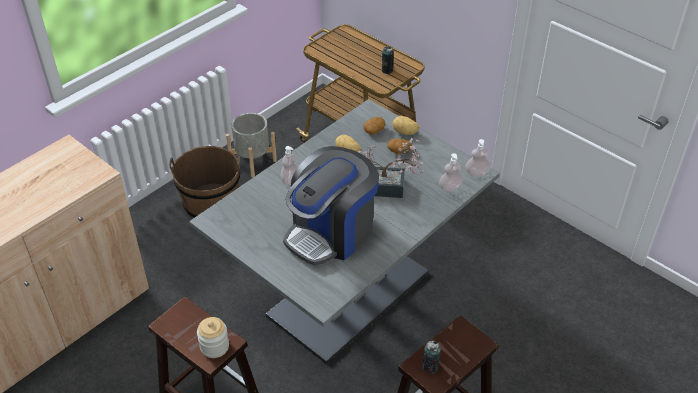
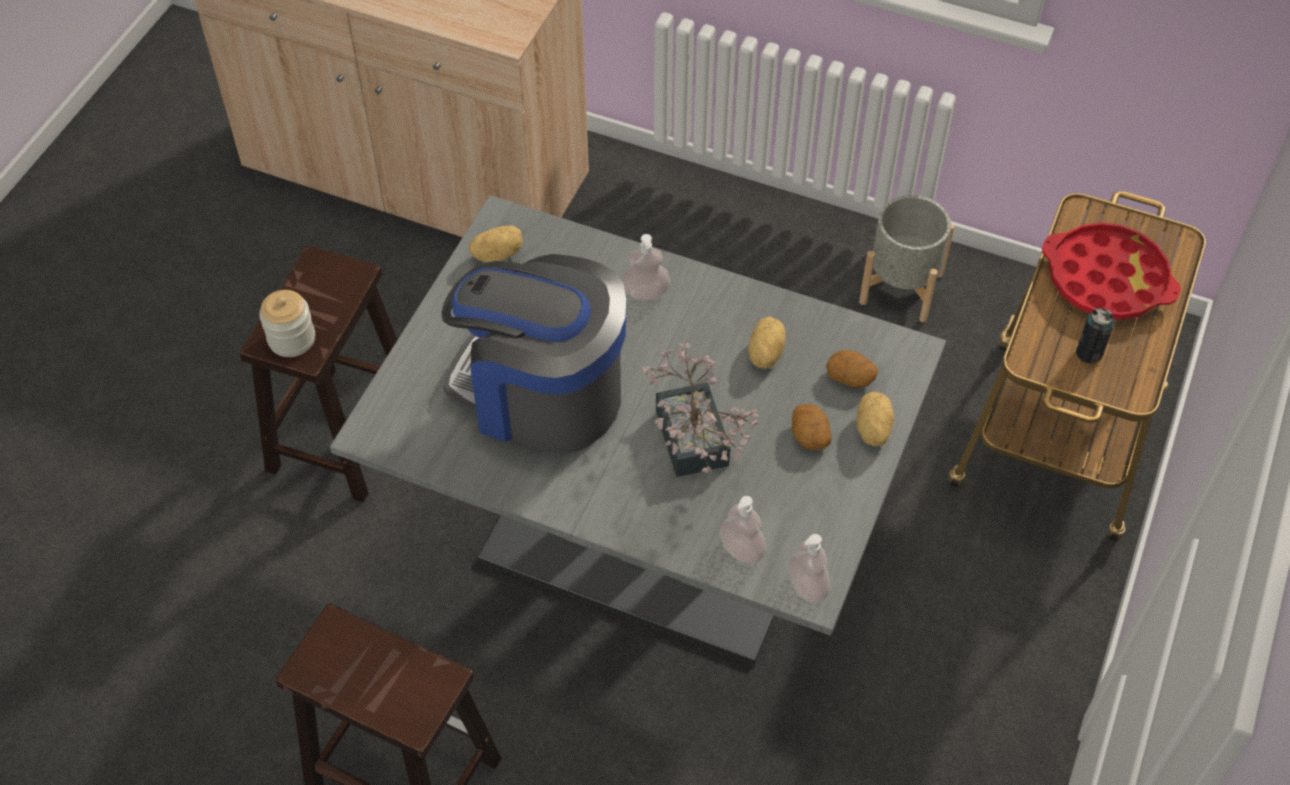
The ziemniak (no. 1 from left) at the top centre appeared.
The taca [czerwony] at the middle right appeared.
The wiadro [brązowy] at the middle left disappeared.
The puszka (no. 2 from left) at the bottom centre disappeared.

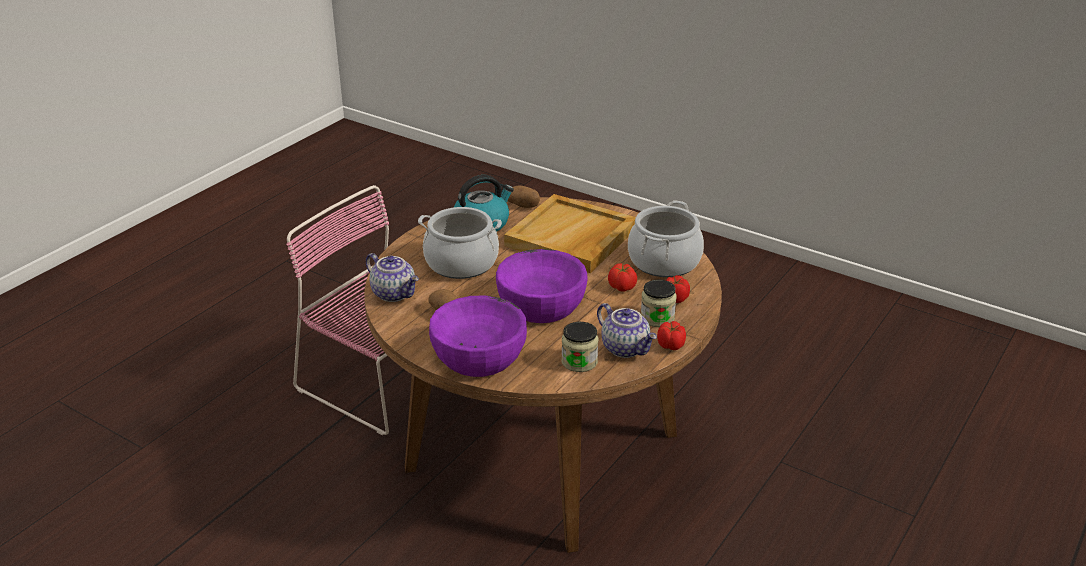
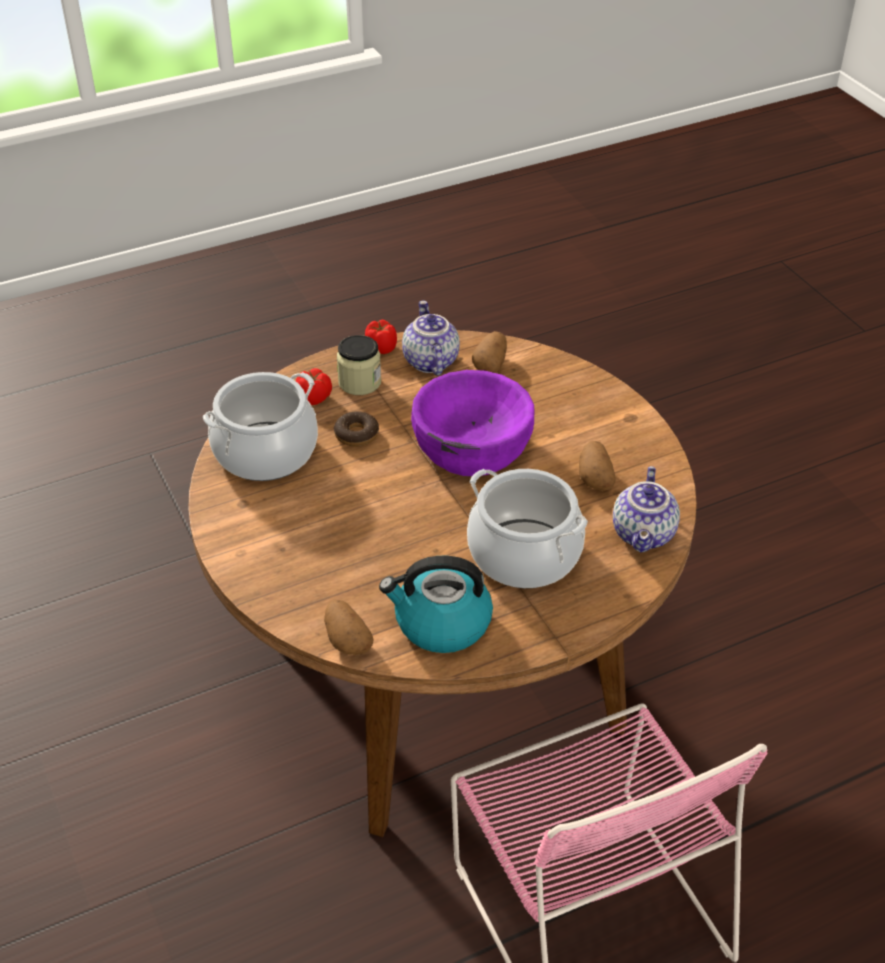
The pomidor (no. 1 from left) at the centre was replaced by the donut at the centre.
The słoik (no. 1 from left) at the centre was replaced by the ziemniak (no. 2 from left) at the centre.
The imbryk (no. 1 from left in the first image) at the centre turned 150 degrees counterclockwise.
The miska [fioletowy] (no. 1 from left) at the centre disappeared.
The taca [beżowy] at the centre disappeared.

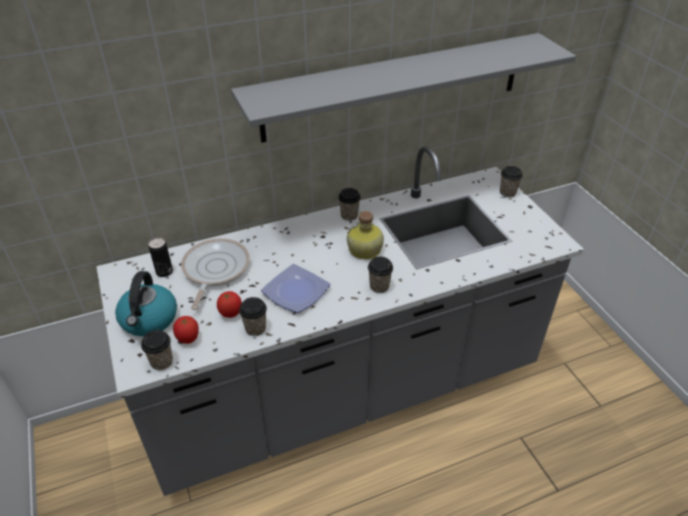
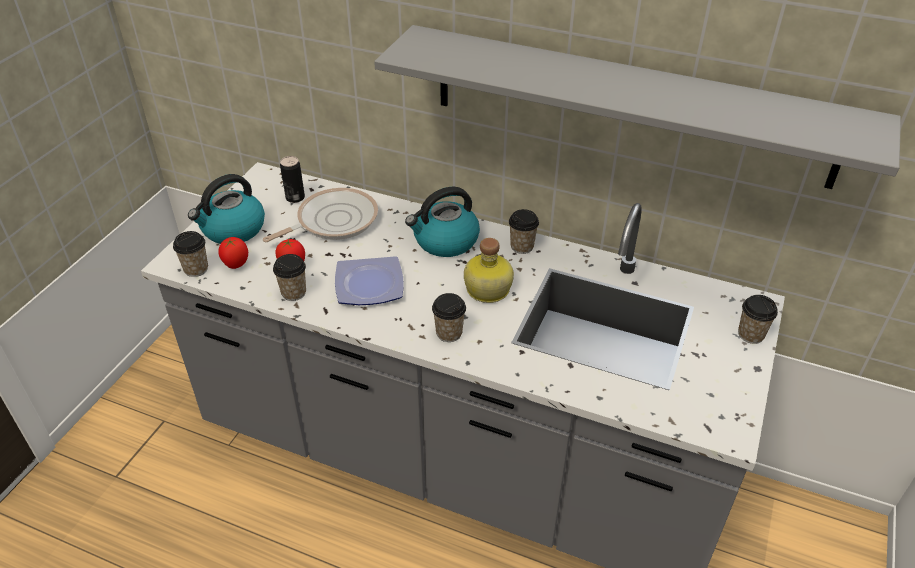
The czajnik (no. 2 from left) at the centre appeared.

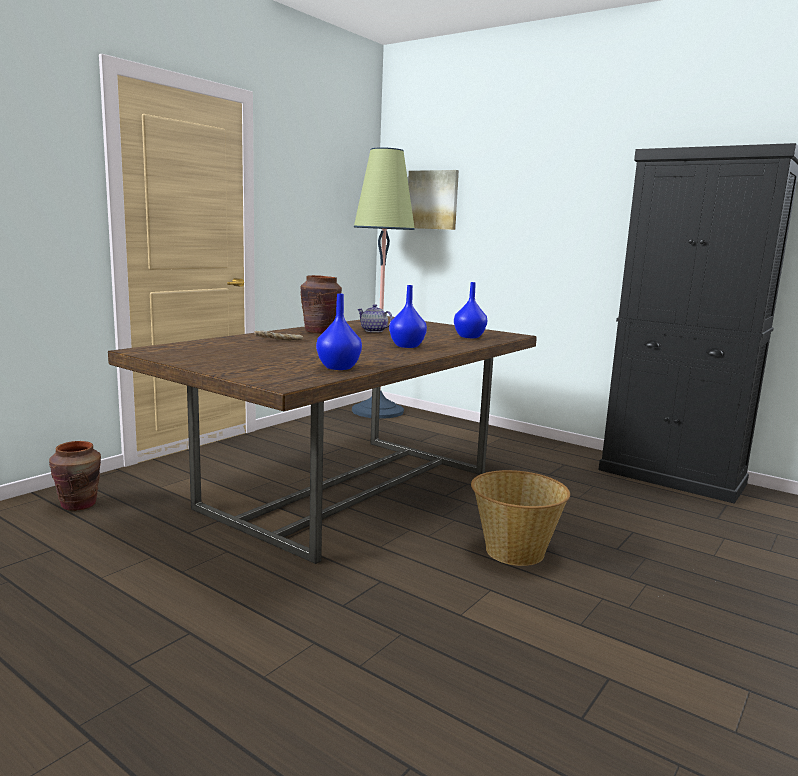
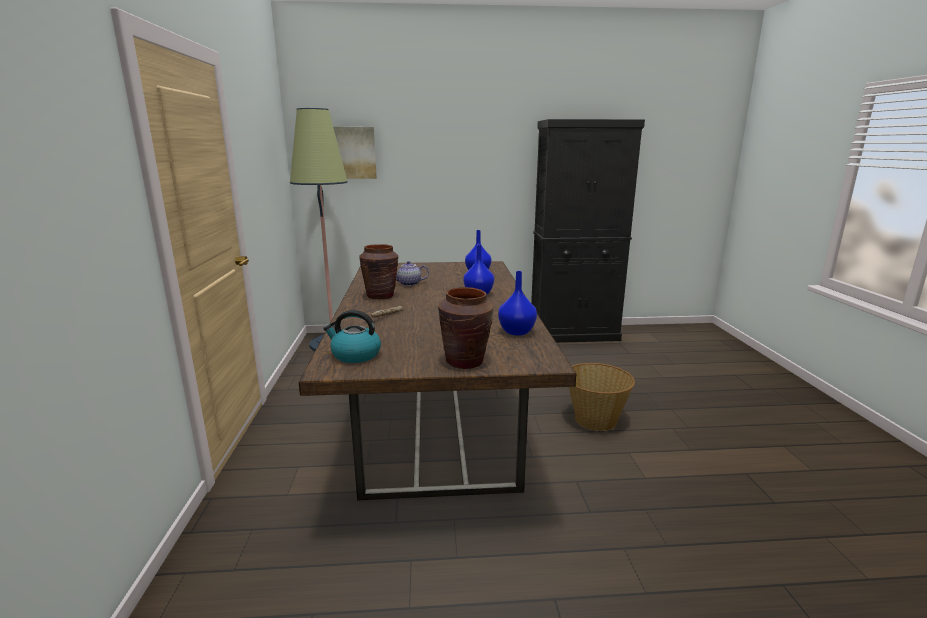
The czajnik at the centre appeared.
The wazon [brązowy] (no. 1 from left in the first image) moved from the middle left to the centre.

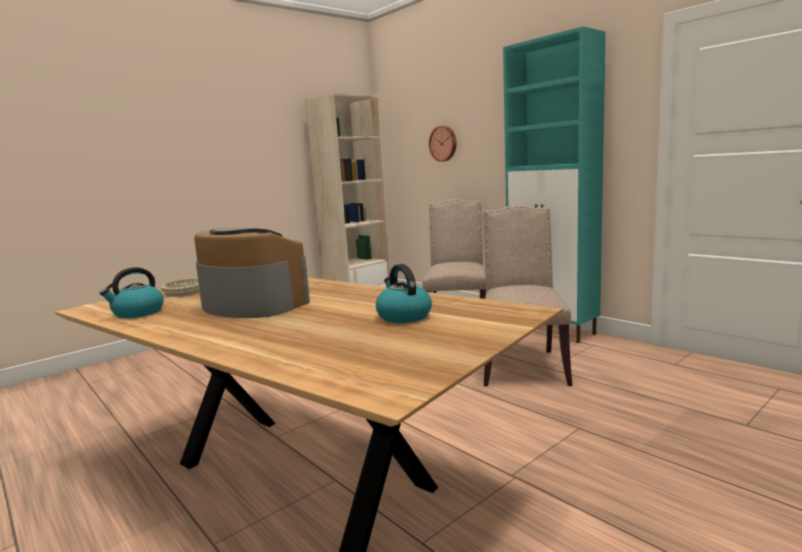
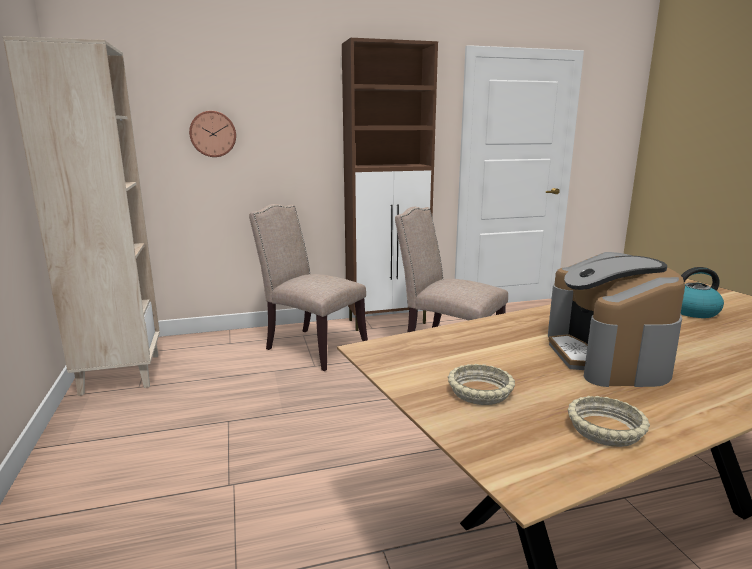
The szafka [turkusowy] at the middle right became the szafka [brązowy] at the top centre.
The ekspres do kawy at the middle left turned 60 degrees counterclockwise.
The czajnik (no. 1 from left) at the middle left was replaced by the miska [beżowy] (no. 2 from left) at the bottom right.

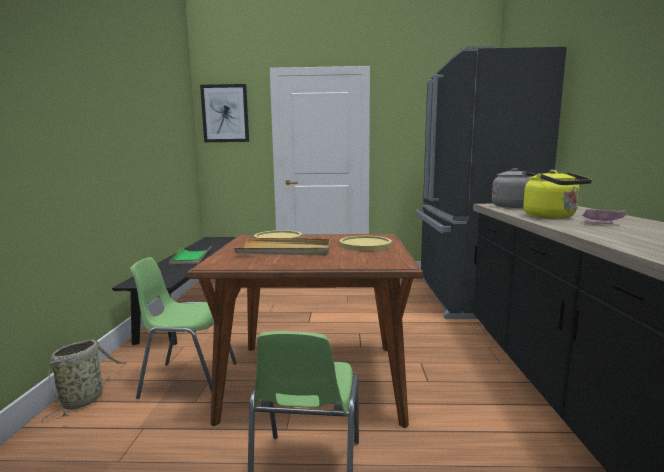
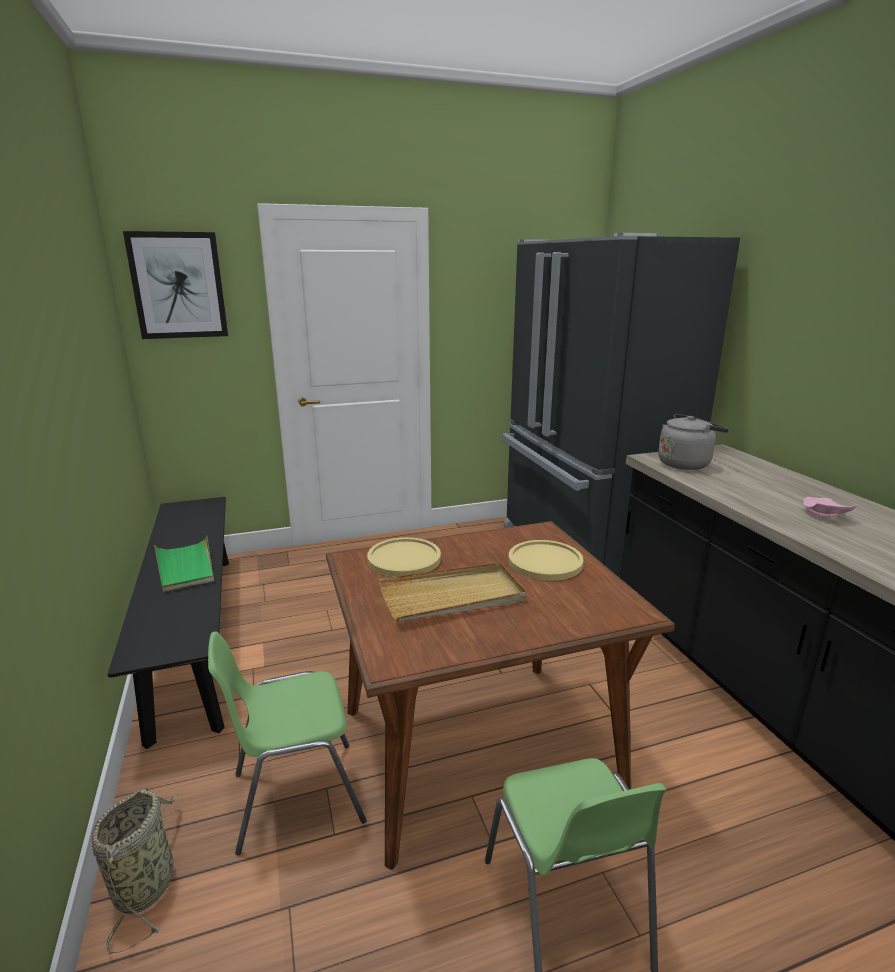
The czajnik [żółty] at the middle right disappeared.

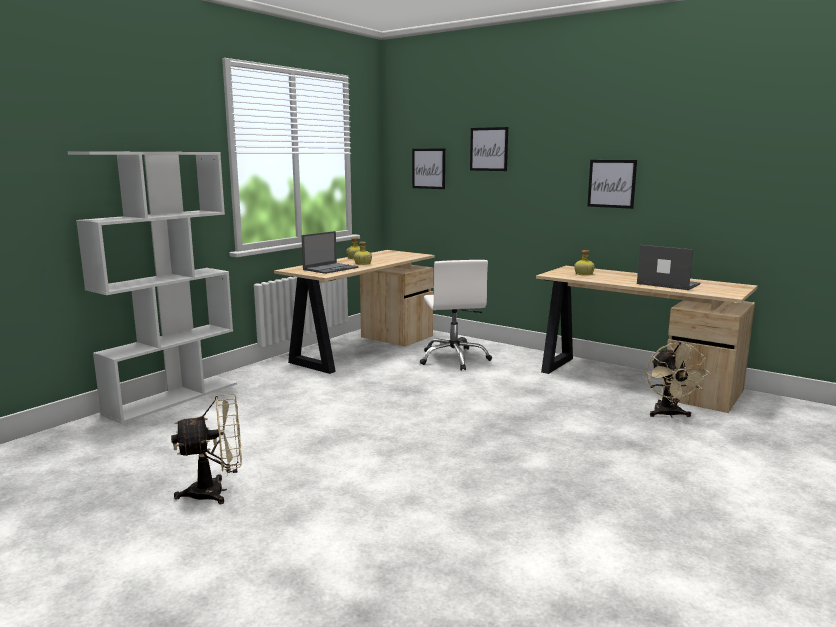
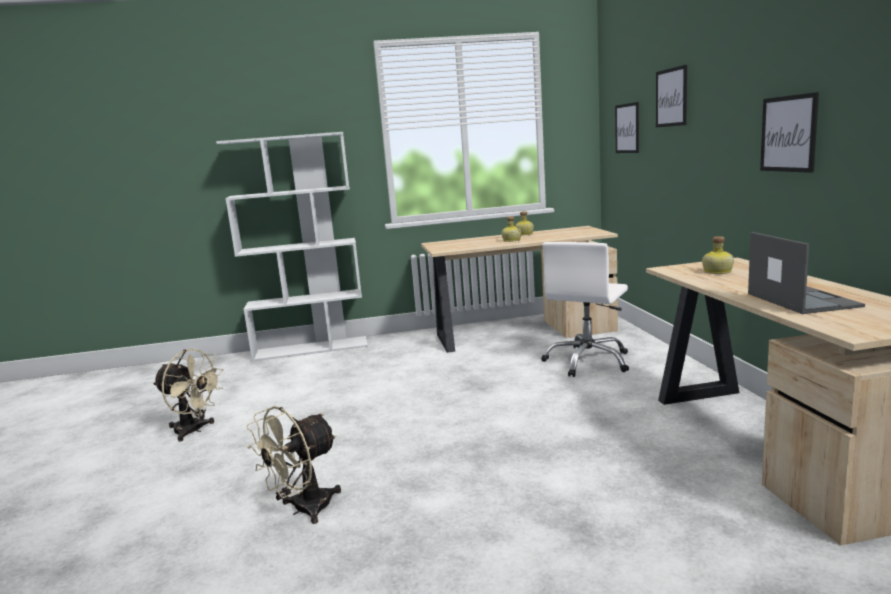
The wentylator [beżowy] (no. 2 from left) moved from the middle right to the bottom left.
The laptop (no. 1 from left) at the centre disappeared.

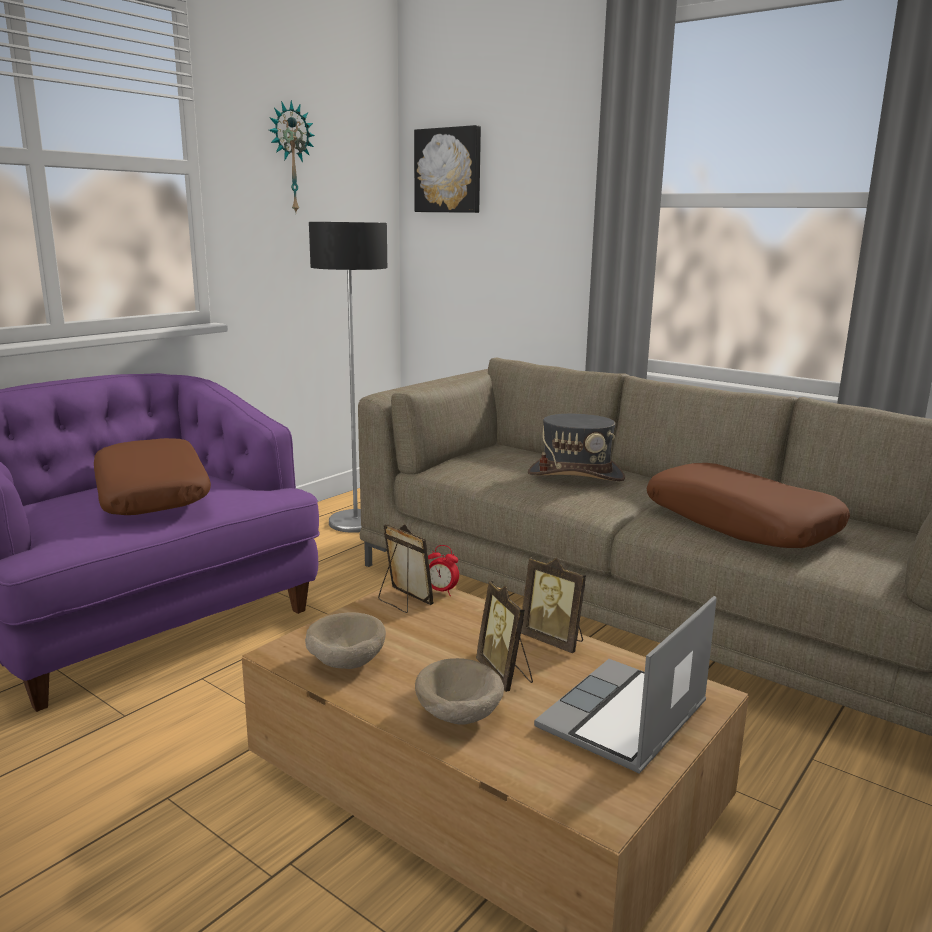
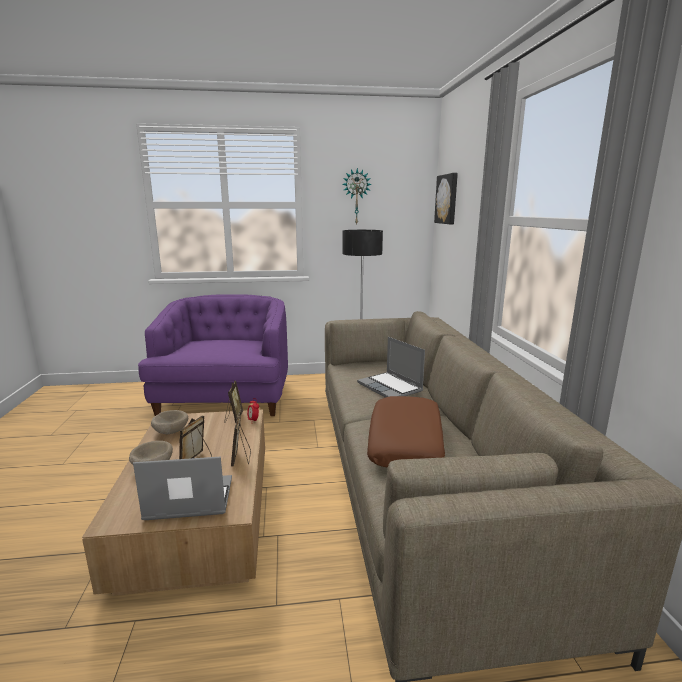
The kapelusz [szary] at the centre was replaced by the laptop (no. 2 from left) at the centre.
The poduszka [brązowy] (no. 1 from left) at the middle left disappeared.

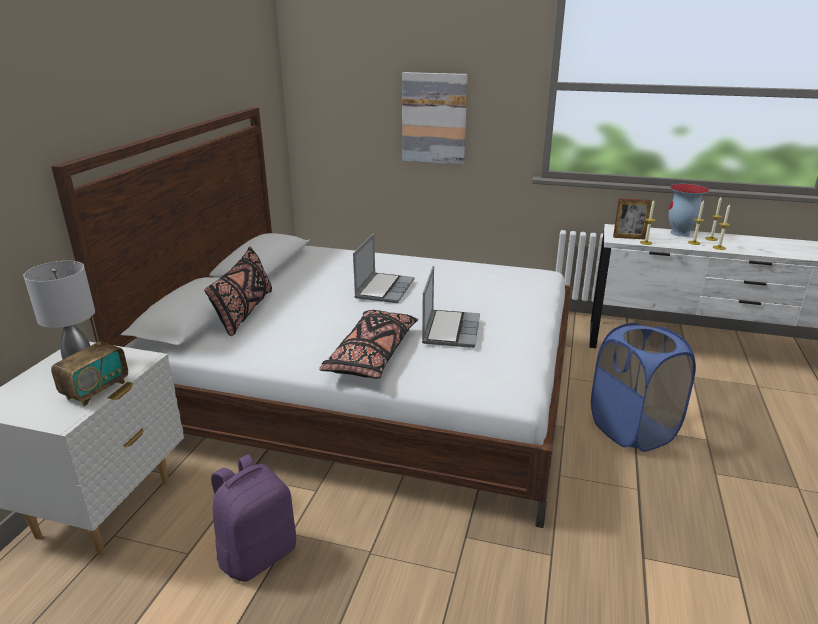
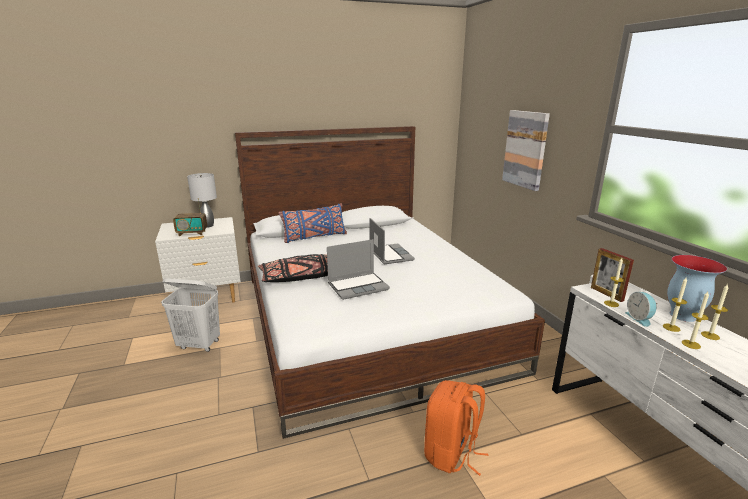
The plecak [fioletowy] at the bottom left was replaced by the kosz na pranie [biały] at the middle left.
The poduszka [czarny] (no. 1 from left) at the middle left became the poduszka [niebieski] at the centre.
The laptop (no. 1 from left in the first image) at the centre turned 90 degrees counterclockwise.
The kosz na pranie [niebieski] at the middle right was replaced by the plecak [pomarańczowy] at the bottom centre.
The budzik at the middle right appeared.

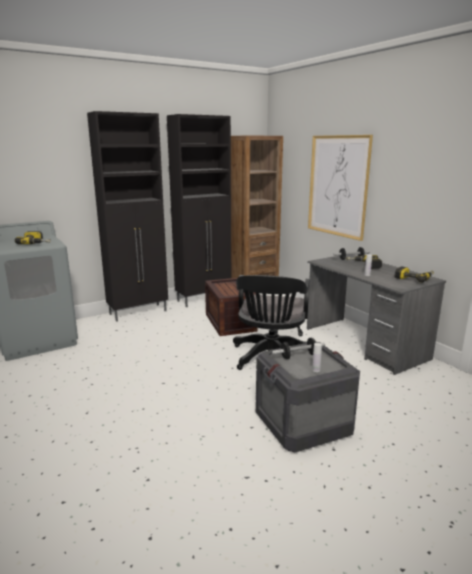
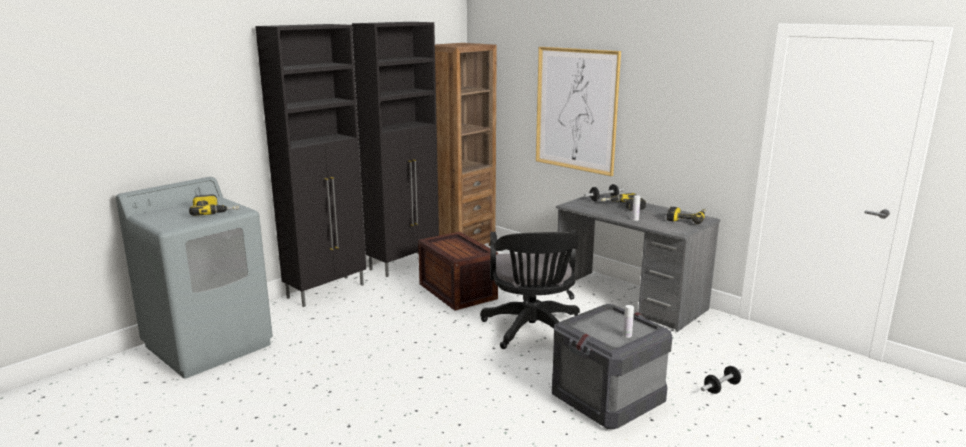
The hantel (no. 1 from left in the first image) moved from the centre to the bottom right.

